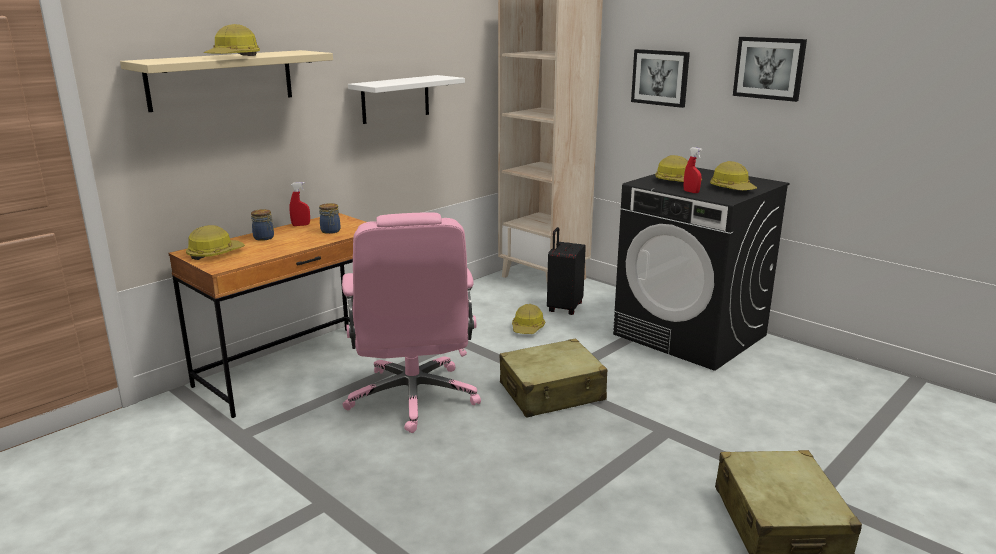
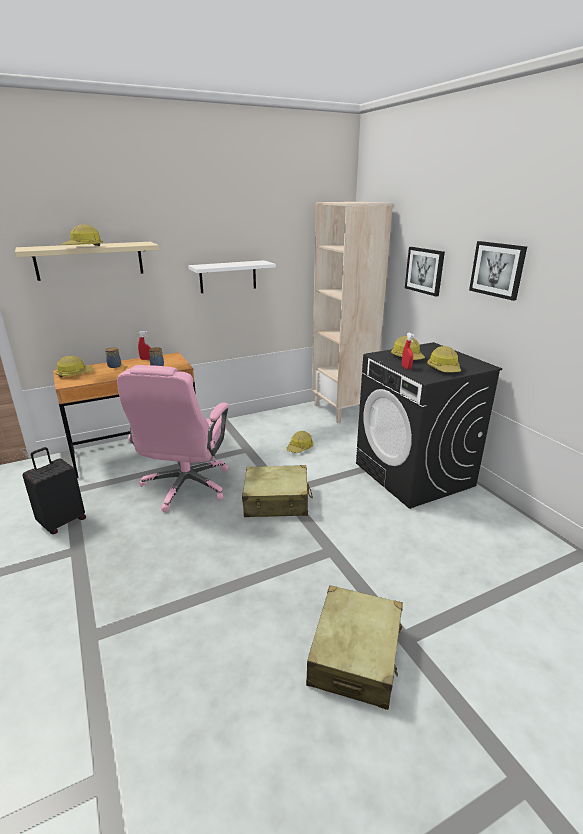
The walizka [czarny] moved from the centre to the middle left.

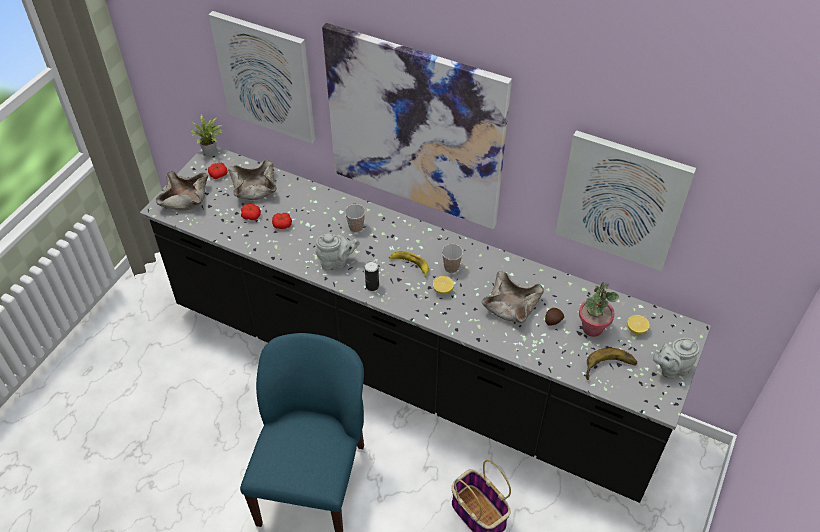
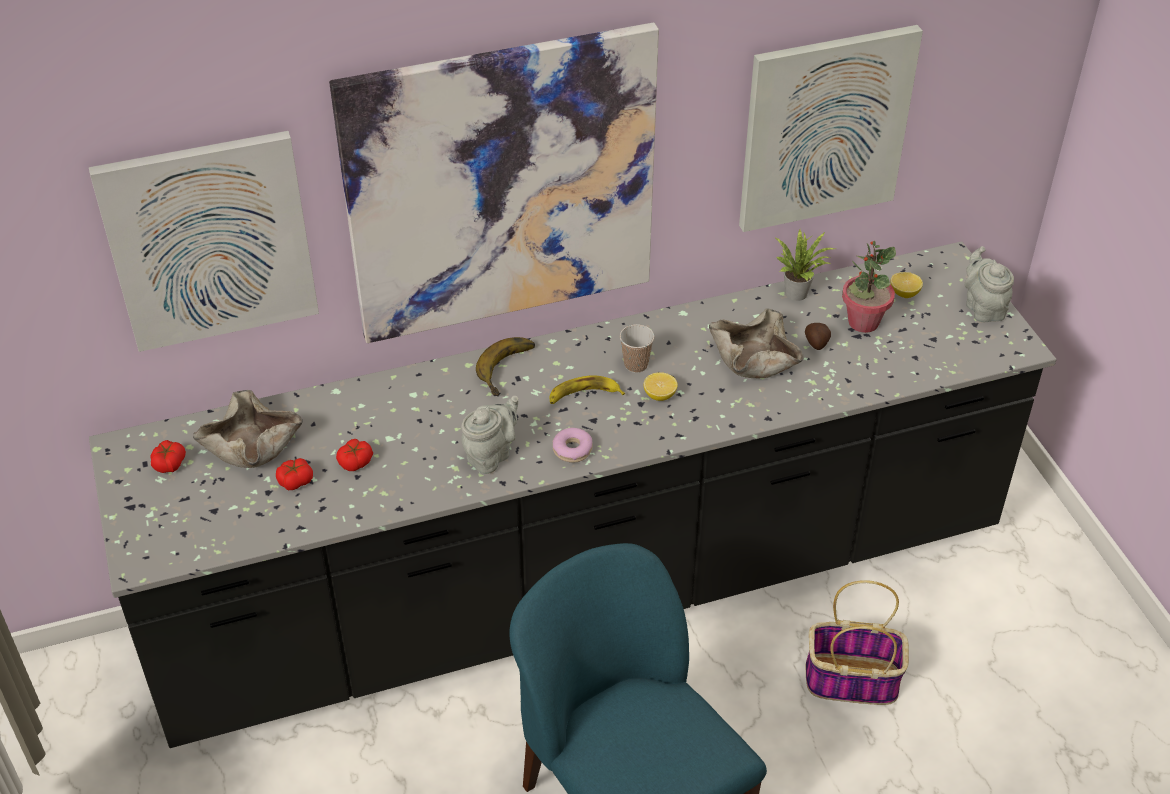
The banan (no. 2 from left in the first image) moved from the bottom right to the centre.
The puszka at the centre was replaced by the donut at the centre.
The roślina doniczkowa (no. 1 from left) moved from the top left to the middle right.
The imbryk [szary] (no. 2 from left) at the bottom right turned 135 degrees clockwise.
The miska [beżowy] (no. 1 from left) at the middle left disappeared.
The filiżanka (no. 1 from left) at the centre disappeared.

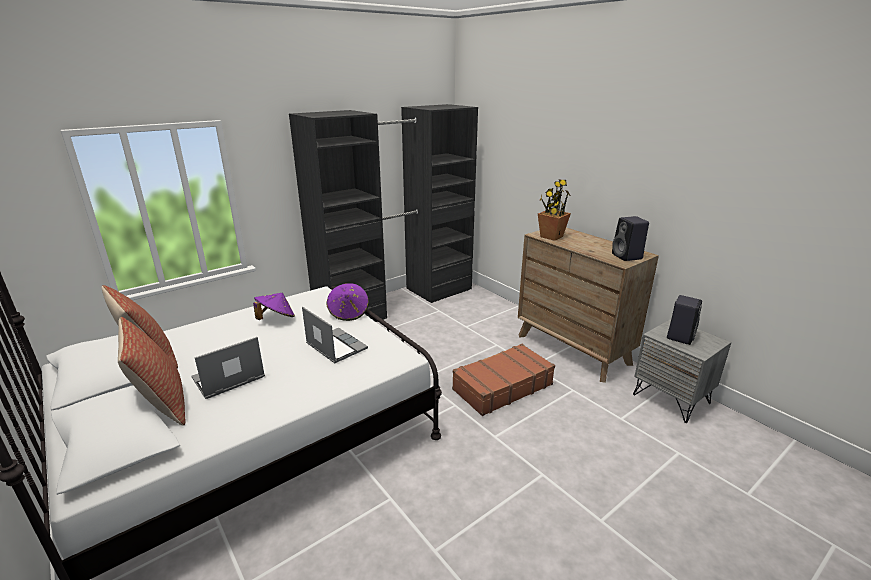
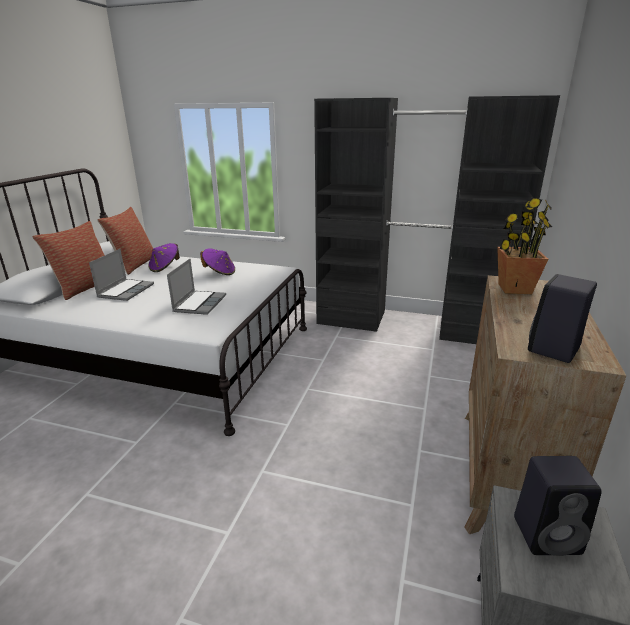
The laptop (no. 1 from left) at the middle left turned 90 degrees clockwise.
The kapelusz [fioletowy] (no. 2 from left in the first image) moved from the centre to the middle left.
The walizka [brązowy] at the centre disappeared.

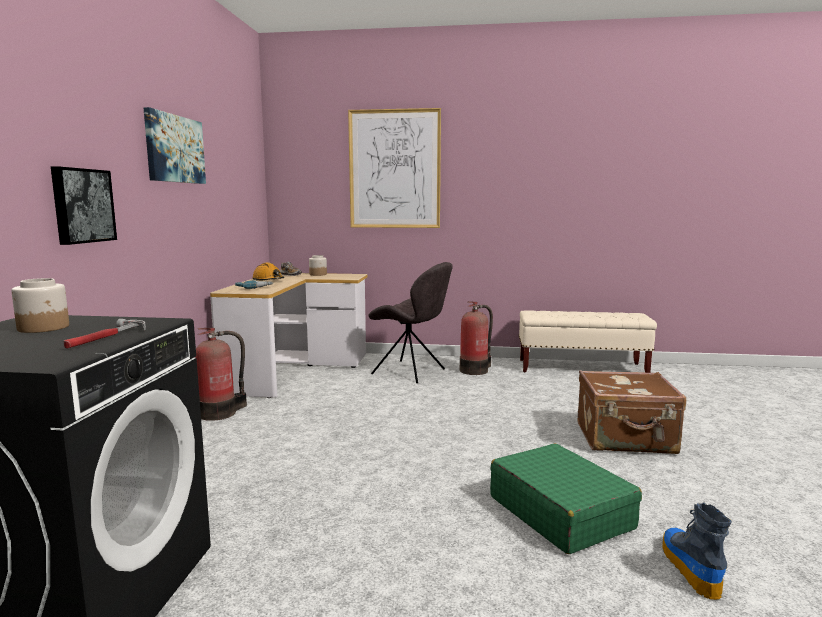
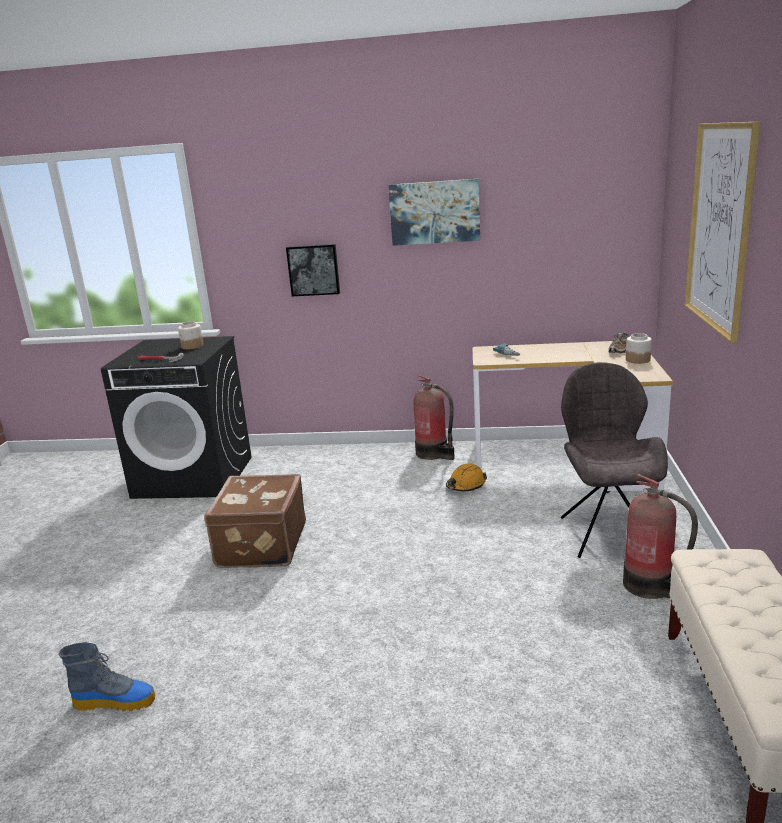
The walizka [brązowy] moved from the bottom right to the middle left.
The kask [pomarańczowy] moved from the middle left to the centre.
The krzesło [szary] at the centre turned 150 degrees clockwise.
The walizka [zielony] at the bottom right disappeared.

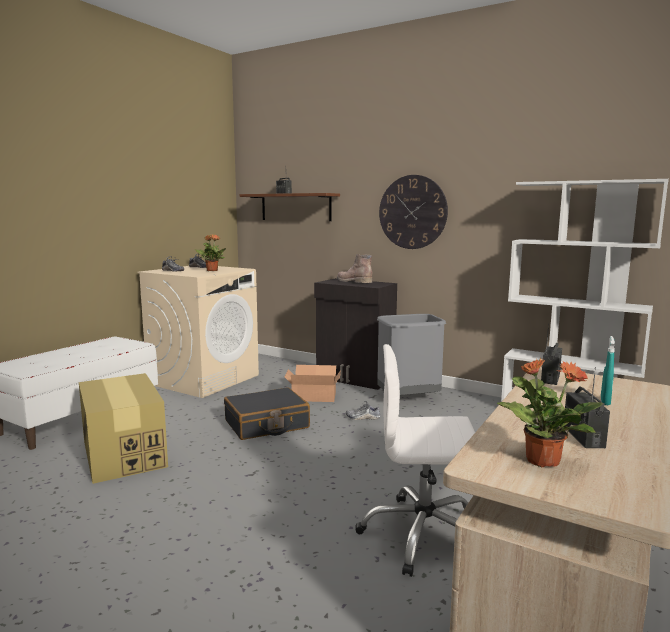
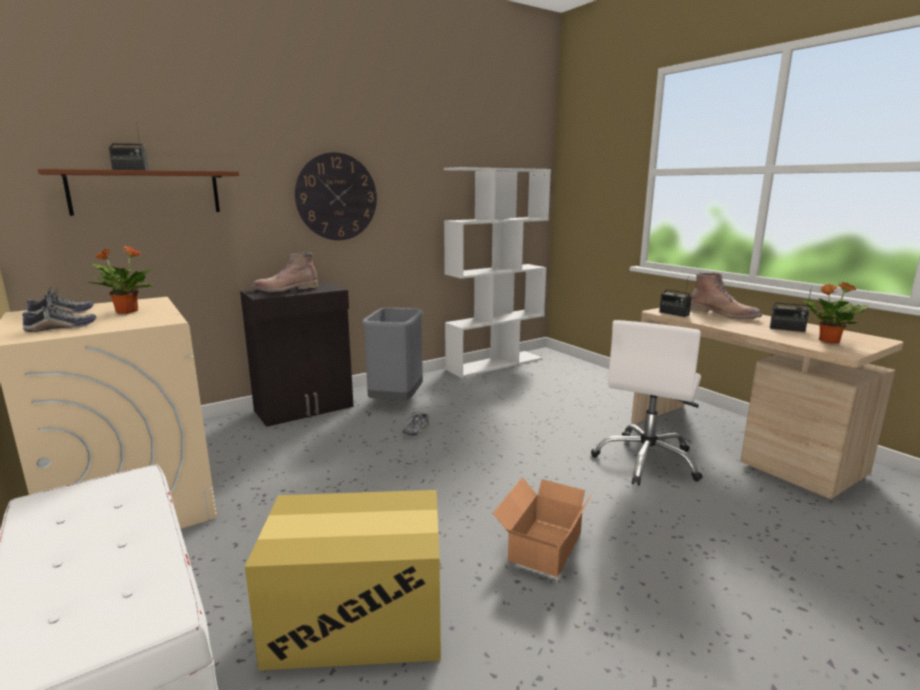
The karton (no. 2 from left) moved from the centre to the bottom centre.
The spryskiwacz [turkusowy] at the middle right was replaced by the but z cholewką [brązowy] (no. 2 from left) at the middle right.
The walizka [czarny] at the centre disappeared.

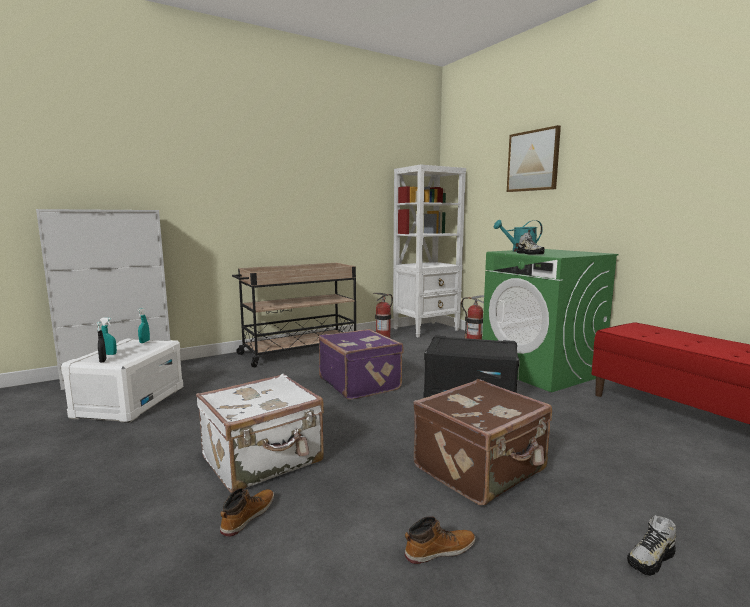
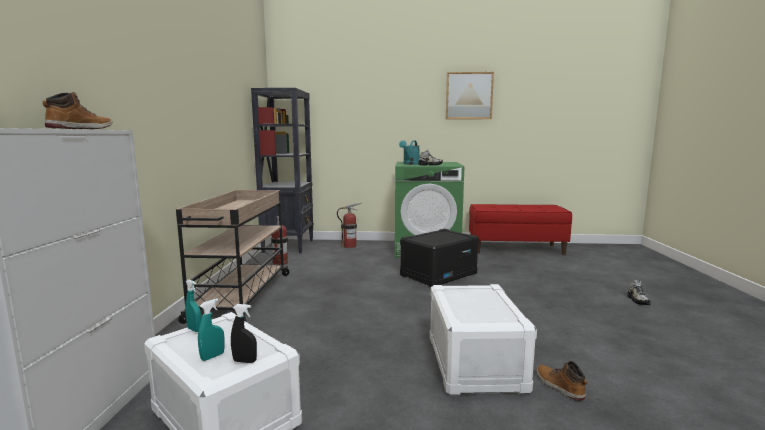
The but z cholewką (no. 2 from left in the first image) moved from the bottom centre to the top left.
The regał [biały] at the centre became the regał [czarny] at the centre.
The walizka [biały] at the bottom centre was replaced by the pojemnik do przechowywania [biały] (no. 2 from left) at the bottom centre.
The obraz moved from the top right to the top centre.
The walizka [fioletowy] at the centre disappeared.
The walizka [brązowy] at the bottom centre disappeared.

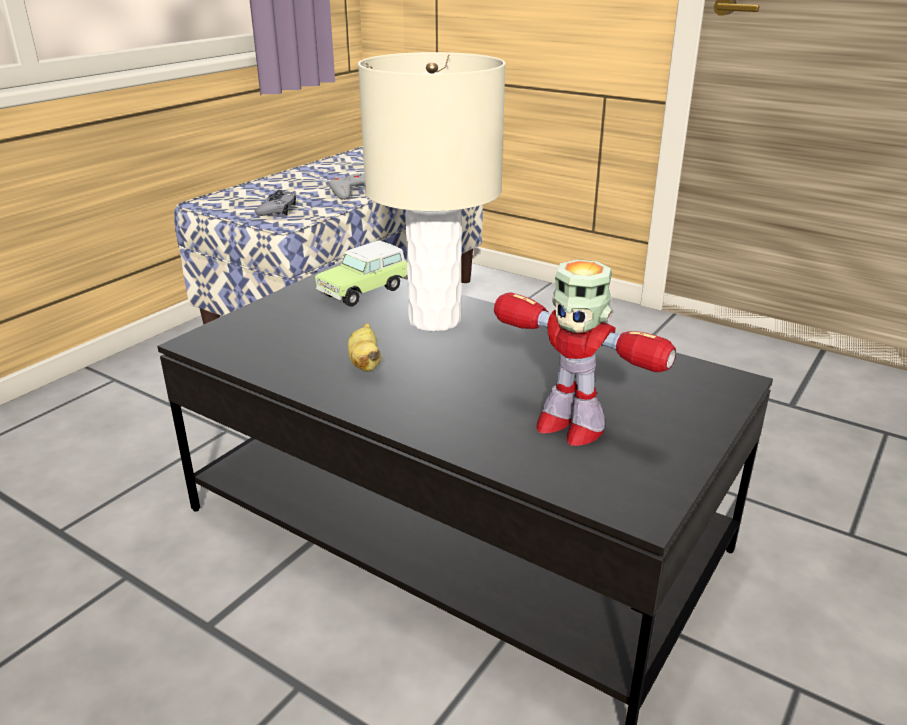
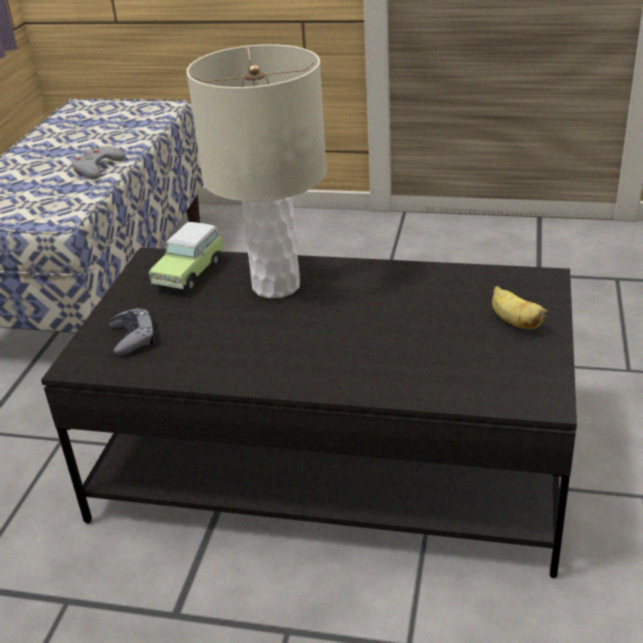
The pad do gier [szary] (no. 1 from left in the first image) moved from the top left to the middle left.
The banan moved from the centre to the middle right.
The robot zabawkowy at the centre disappeared.

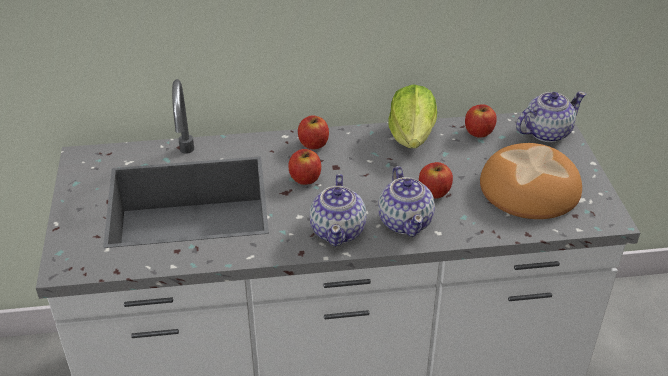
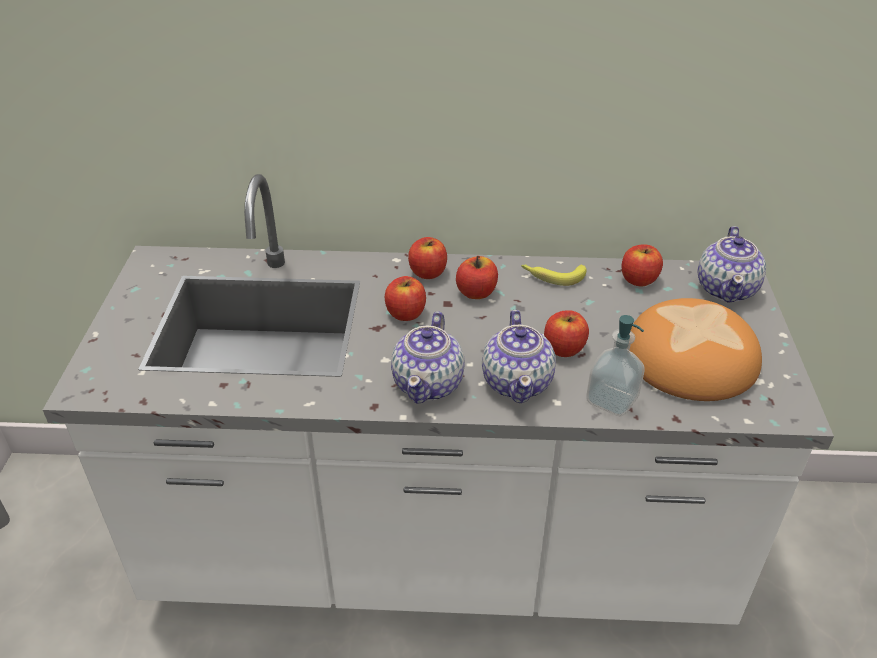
The jabłko (no. 3 from left) at the centre appeared.
The sałata at the top centre was replaced by the banan at the centre.
The dozownik mydła at the middle right appeared.
The imbryk (no. 3 from left) at the top right turned 120 degrees clockwise.

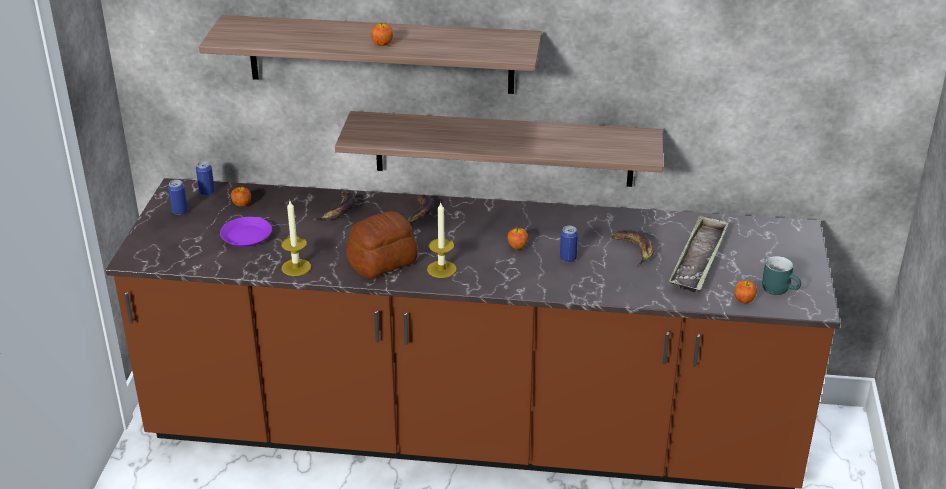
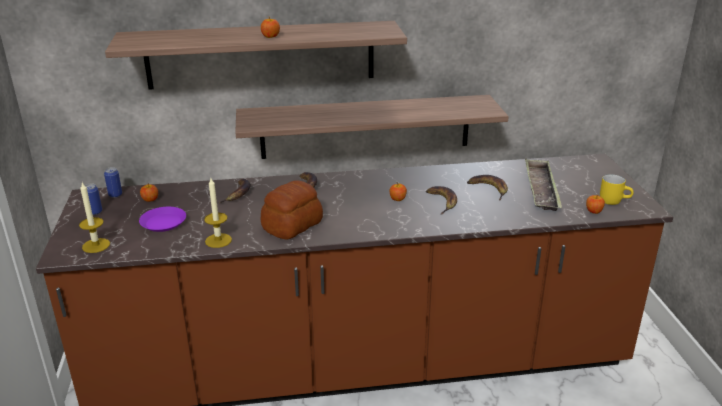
The świeca (no. 2 from left in the first image) moved from the centre to the middle left.
The puszka (no. 3 from left) at the centre was replaced by the banan (no. 3 from left) at the centre.
The kubek [turkusowy] at the middle right became the kubek [żółty] at the middle right.

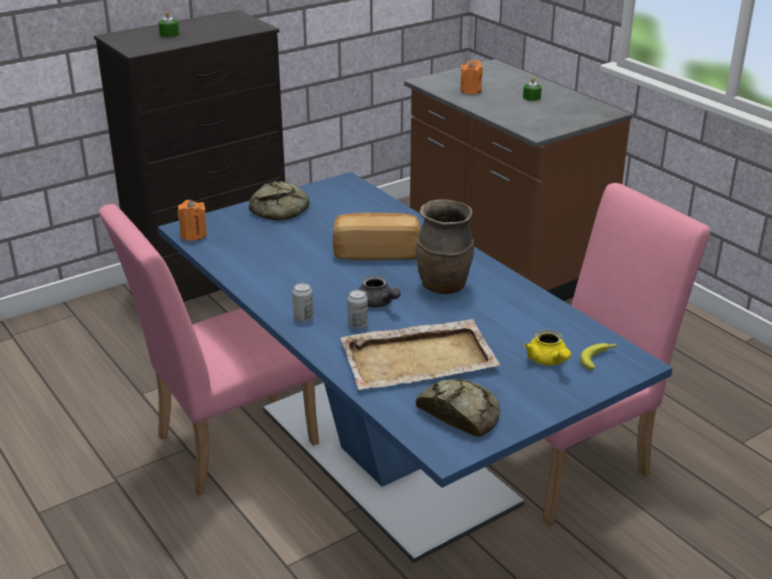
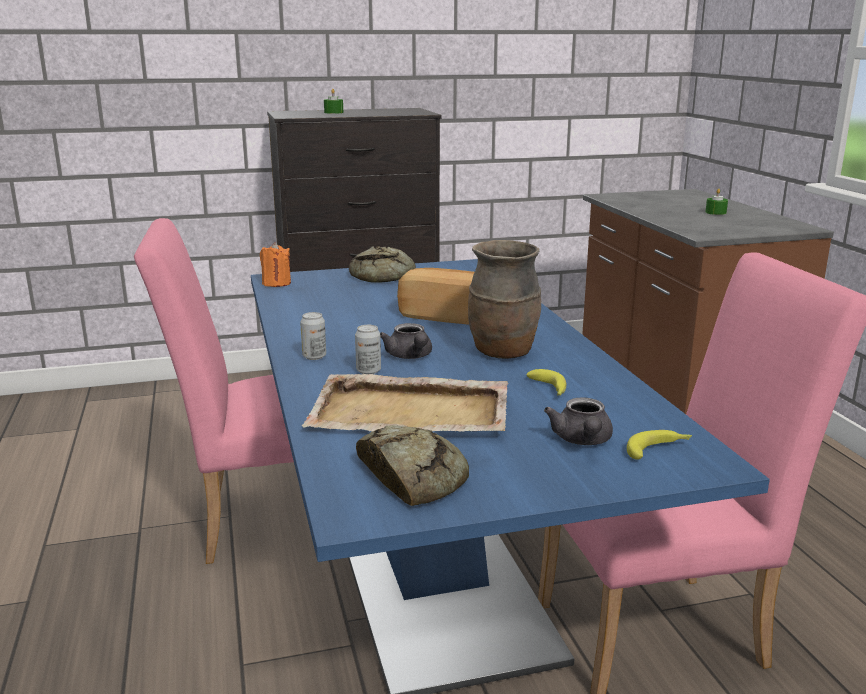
The banan (no. 1 from left) at the centre appeared.
The imbryk [żółty] at the middle right became the imbryk [szary] (no. 2 from left) at the middle right.
The świeca [pomarańczowy] (no. 2 from left) at the top centre disappeared.

